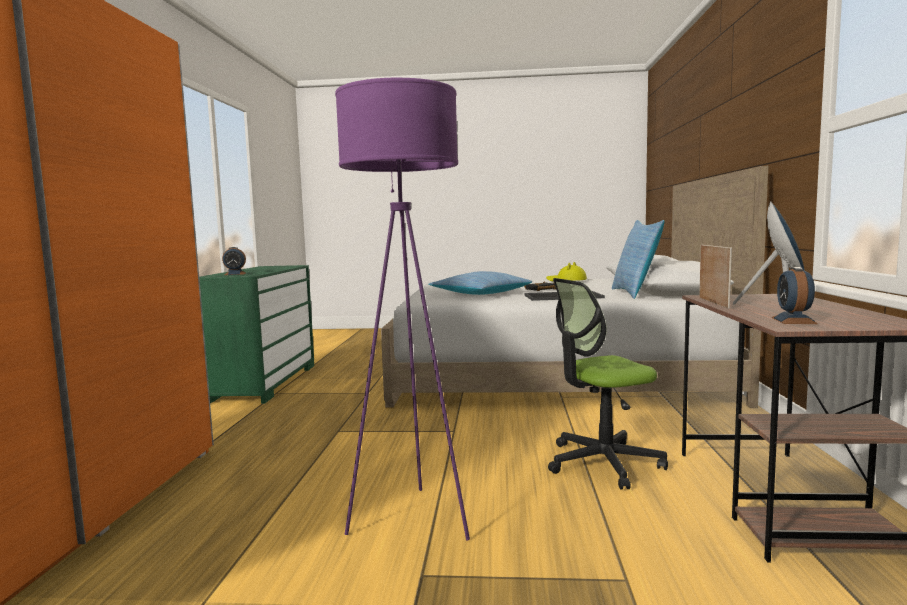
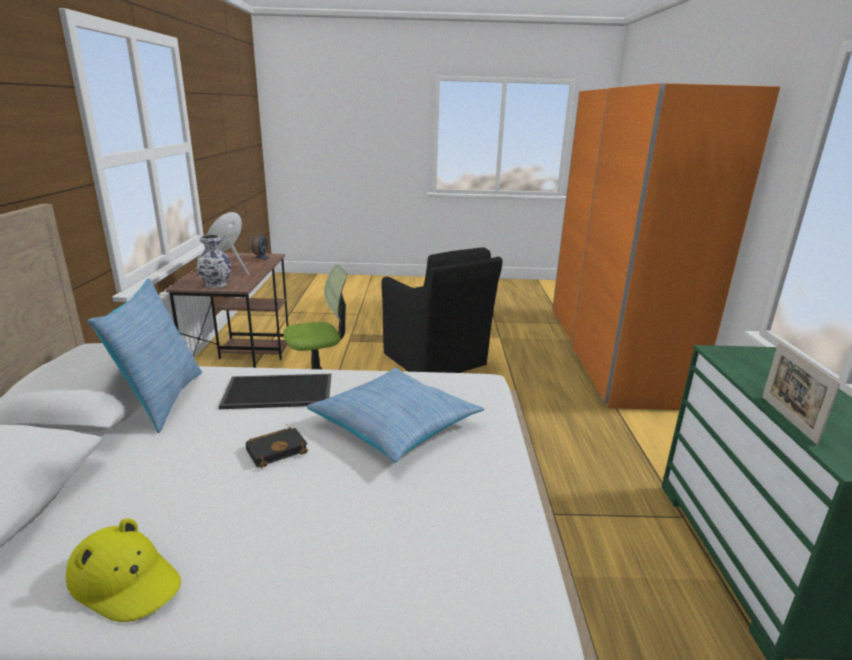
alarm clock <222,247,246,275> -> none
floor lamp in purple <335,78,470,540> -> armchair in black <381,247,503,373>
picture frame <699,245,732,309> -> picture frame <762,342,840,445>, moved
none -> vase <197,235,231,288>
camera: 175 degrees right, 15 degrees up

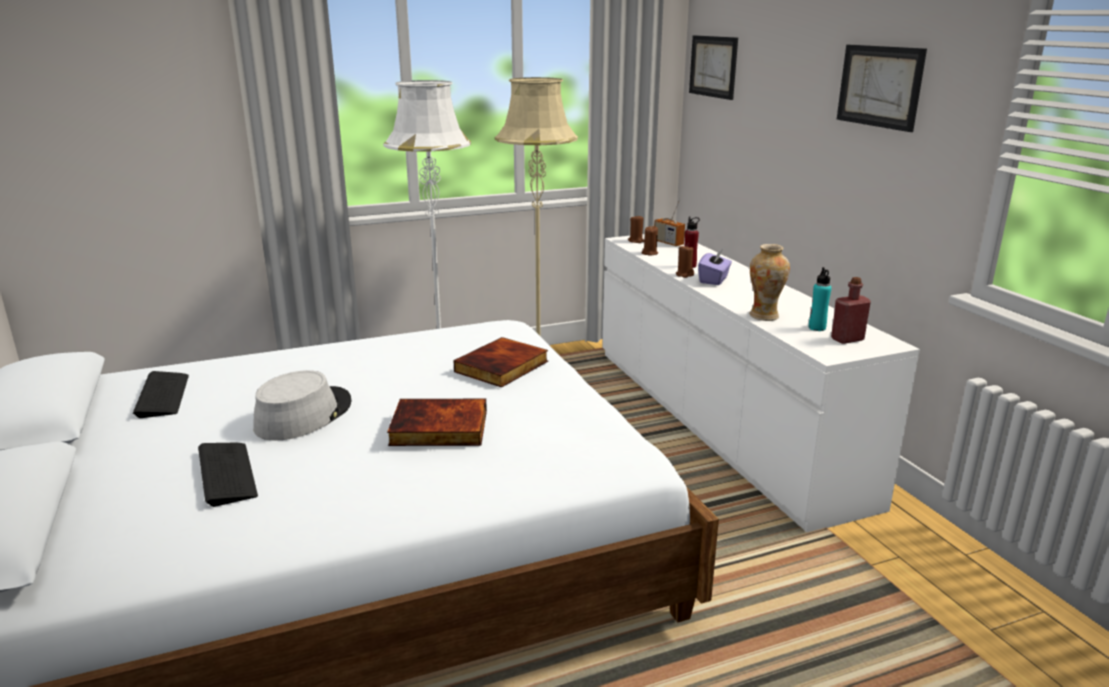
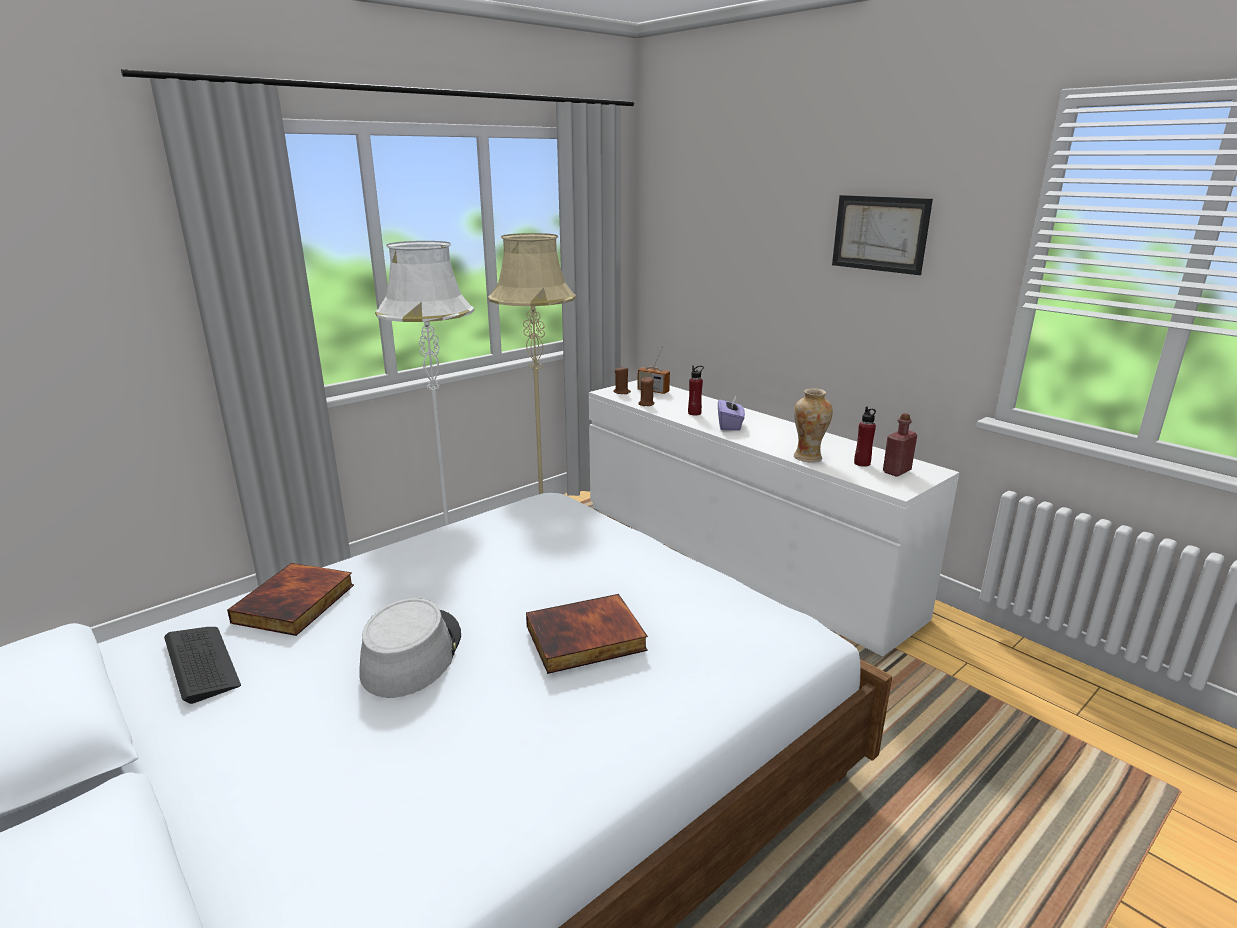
keyboard <198,443,258,507> -> none
book <453,337,548,387> -> book <227,563,354,636>, moved
candle in brown <676,245,694,278> -> none
picture <689,35,738,100> -> none
bottle in turquoise <809,267,831,331> -> bottle in red <854,406,876,467>
camera: 20 degrees left, 0 degrees up

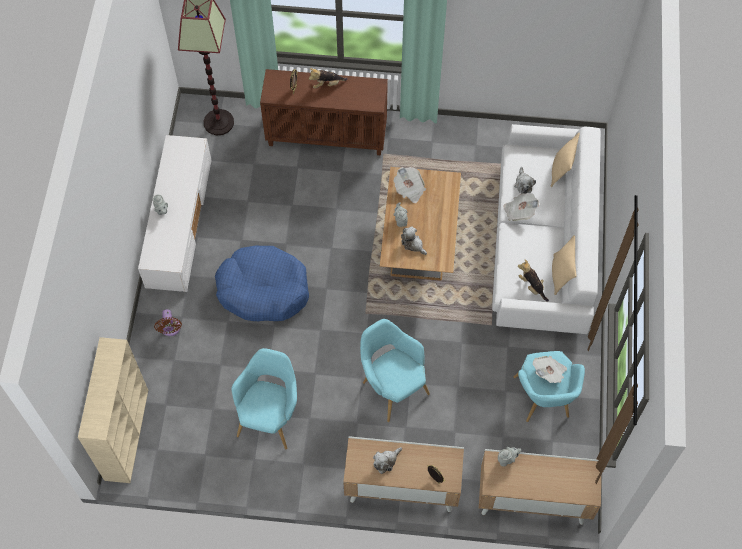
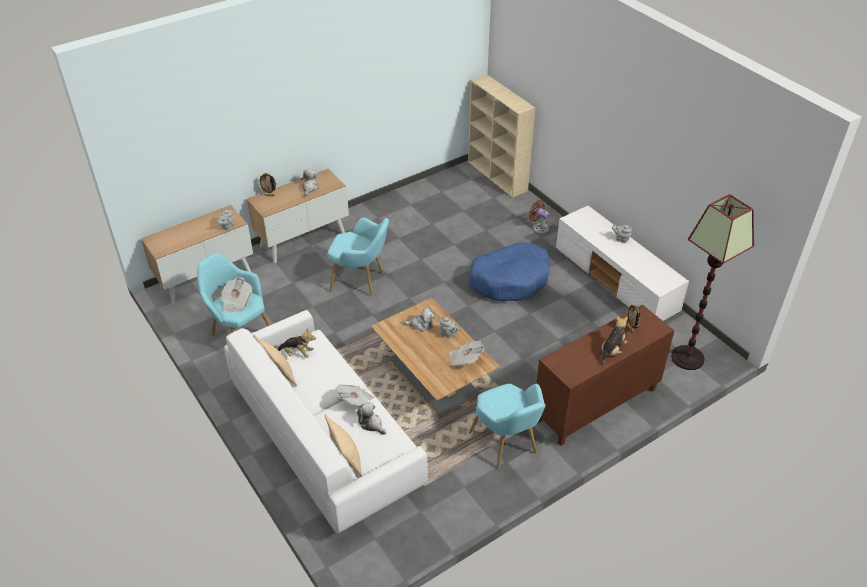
armchair in turquoise <231,348,297,449> -> armchair in turquoise <469,383,545,468>, moved
camera: 140 degrees right, 20 degrees down

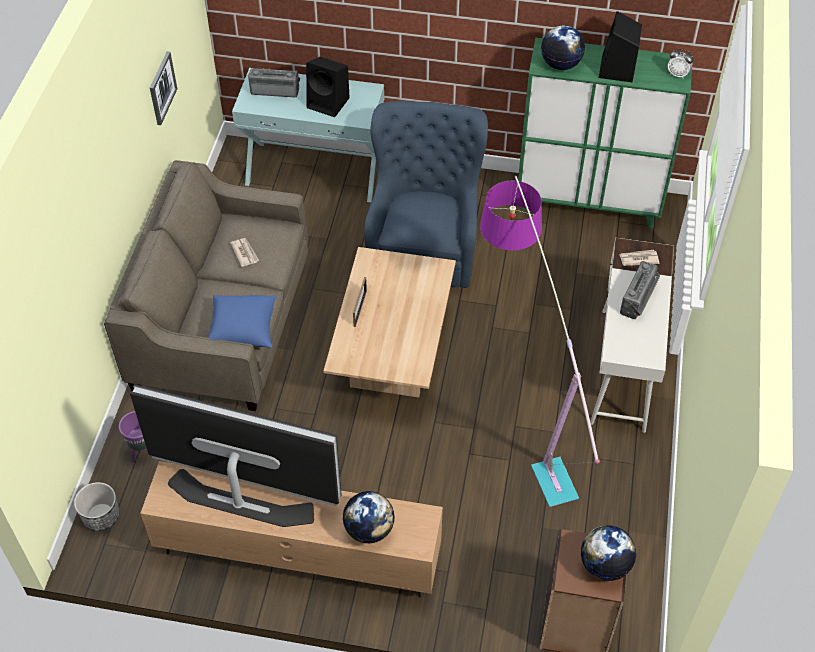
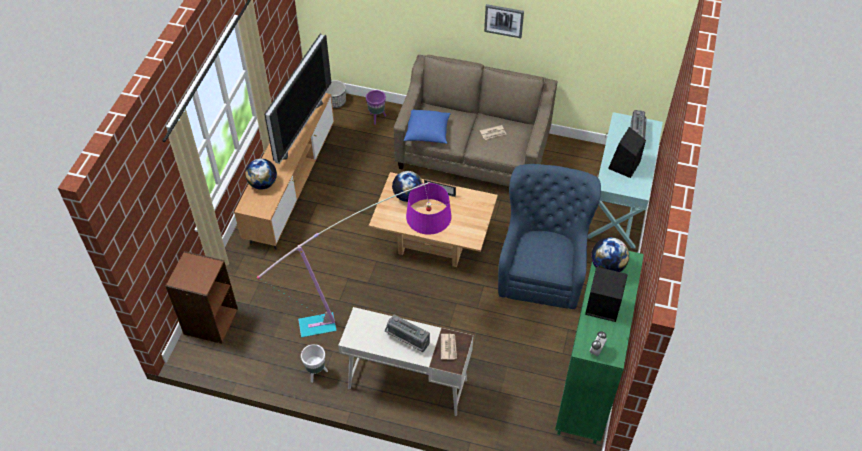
picture <150,51,177,125> -> picture <484,4,524,38>, moved
armchair in blue <364,101,488,288> -> armchair in blue <498,164,601,309>, 90 degrees counterclockwise
globe <581,525,636,581> -> globe <392,171,423,202>, moved
none -> planter in white <301,344,328,383>
camera: 95 degrees right, 0 degrees up

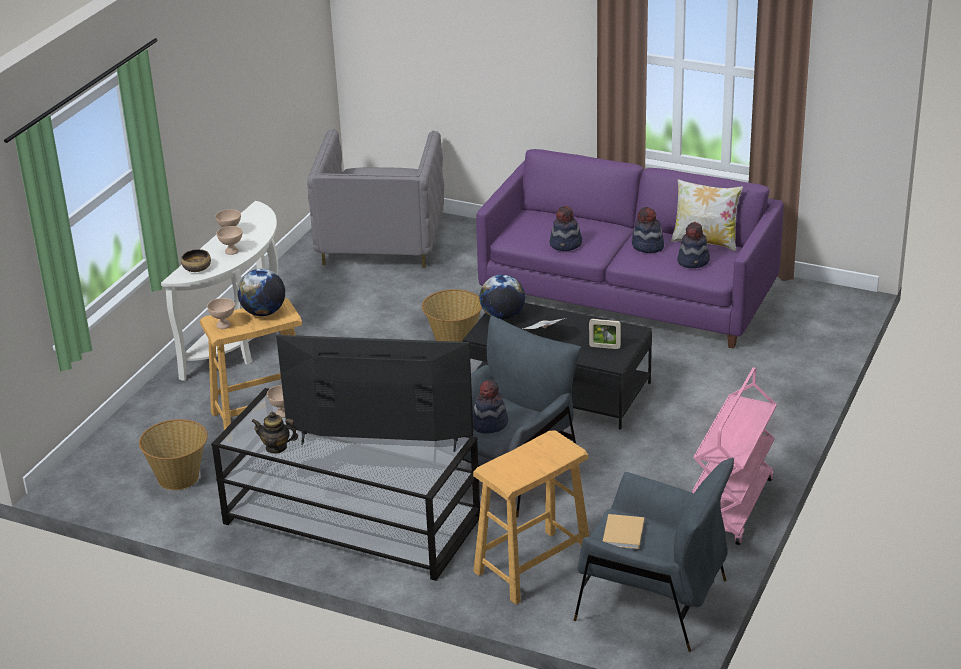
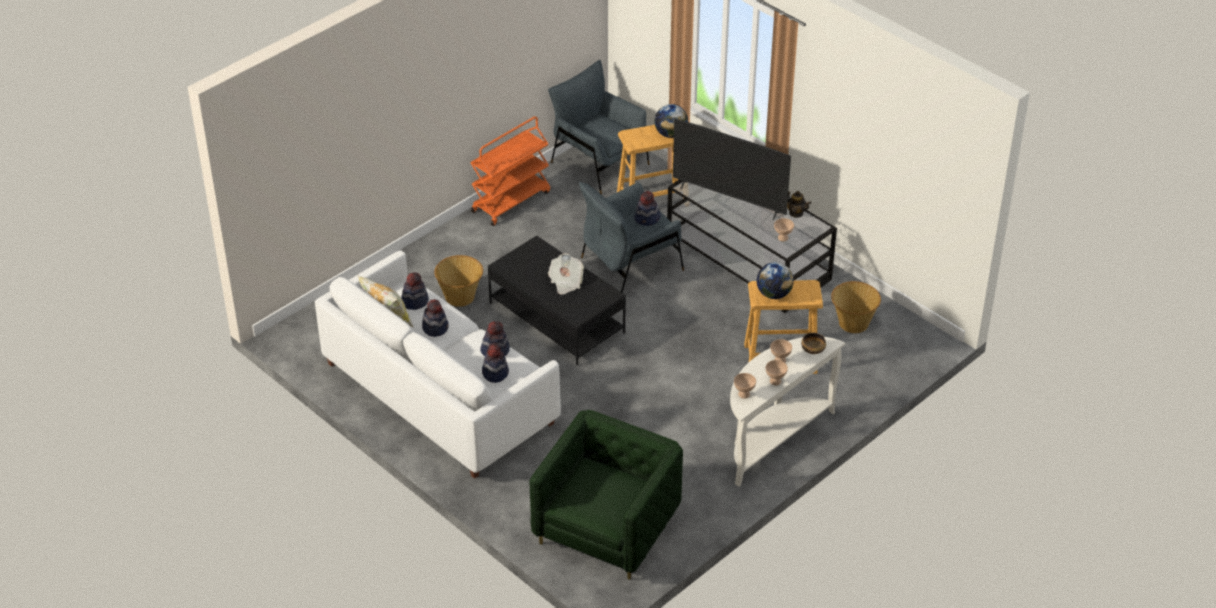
bowl in beige <207,298,235,329> -> bowl in beige <734,373,756,399>, moved
armchair in grey <307,129,444,268> -> armchair in green <529,410,683,580>
basket <422,289,482,342> -> basket <434,255,483,307>, moved
sofa in purple <476,149,784,349> -> sofa in white <315,250,561,479>
globe <480,275,525,320> -> globe <654,104,688,138>, moved
picture frame <589,319,621,349> -> none
book in beige <603,514,644,549> -> none
cart in pink <692,367,777,545> -> cart in orange <471,116,550,226>
none -> hat <482,343,509,383>
camera: 160 degrees left, 10 degrees up

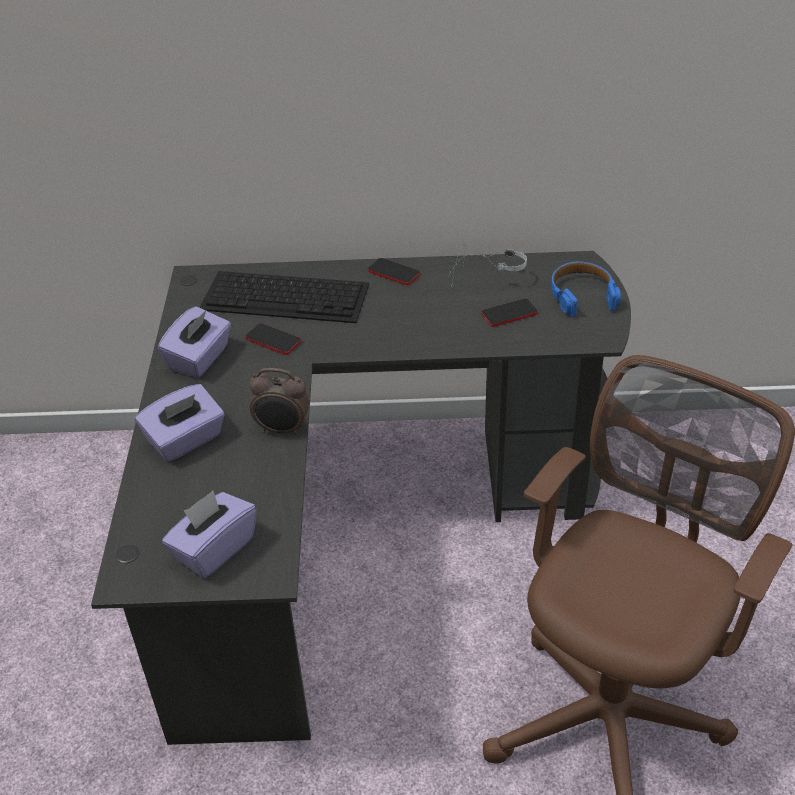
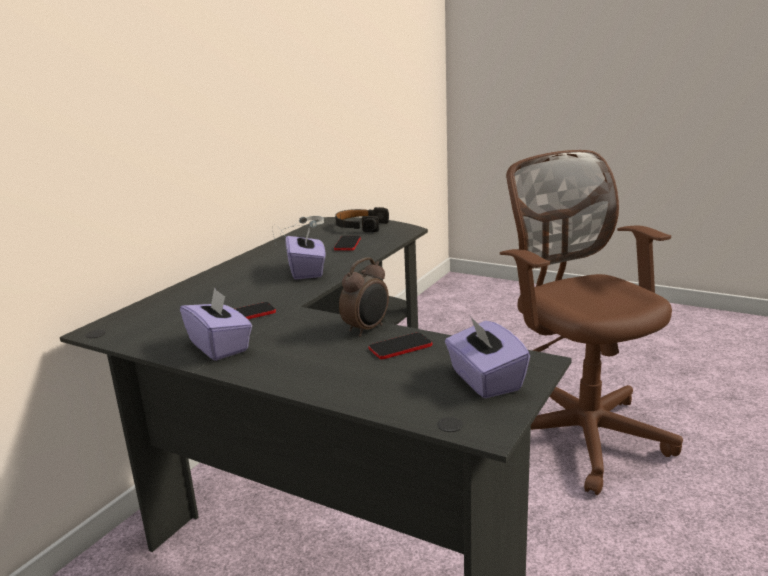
tissue box in purple <135,384,224,462> -> tissue box in purple <285,228,326,280>, moved
keyboard <199,271,369,323> -> none
phone <368,258,421,285> -> phone <369,332,432,359>, moved
headphones in blue <551,262,621,317> -> headphones in black <335,207,389,232>
camera: 60 degrees left, 20 degrees down

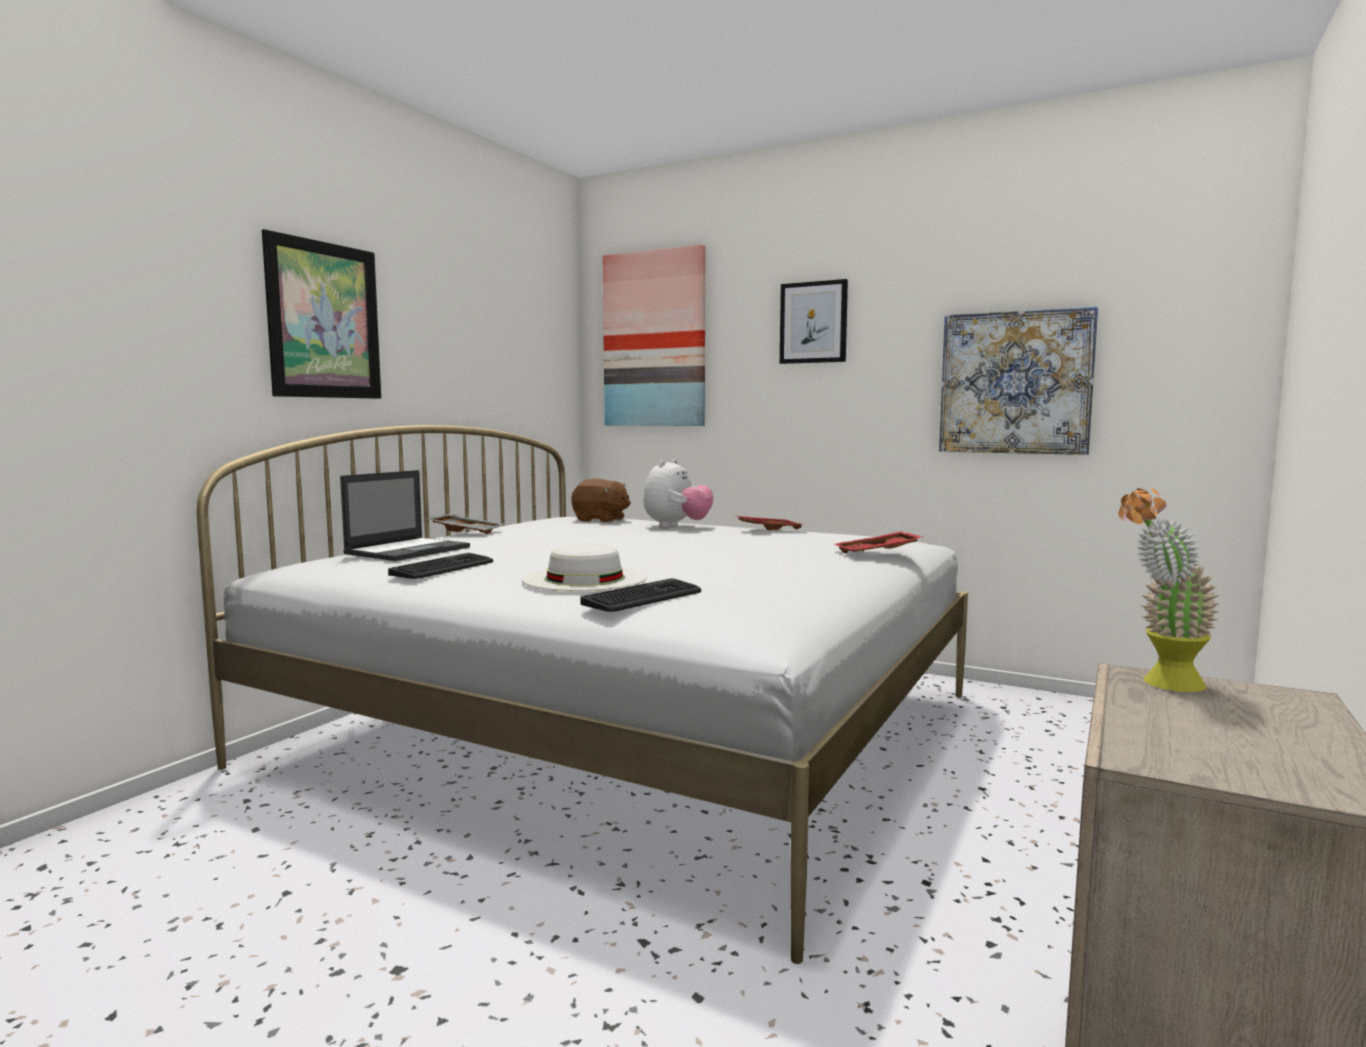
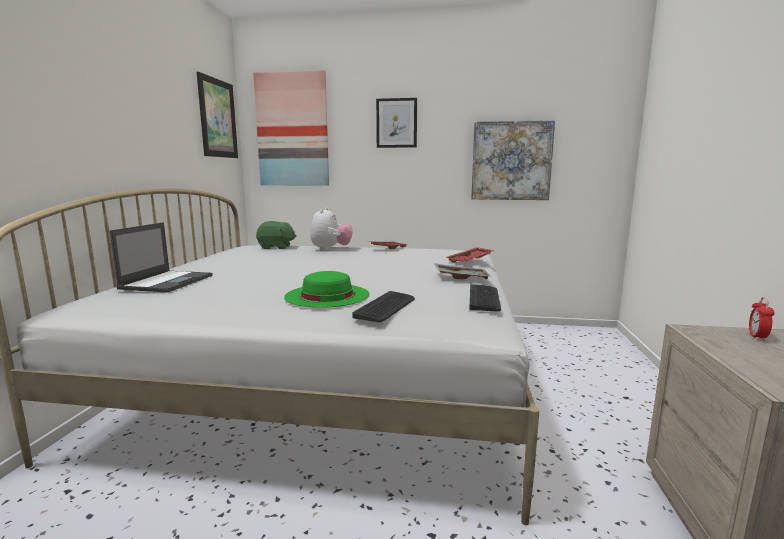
picture <262,229,381,399> -> picture <197,72,238,158>, moved
keyboard <388,553,493,579> -> keyboard <469,284,501,311>, moved
tray in grey <427,514,503,534> -> tray in grey <434,263,492,279>, moved
hat in white <522,543,647,591> -> hat in green <284,271,369,308>
plush toy in brown <571,479,631,523> -> plush toy in green <256,221,297,249>
potted plant <1119,488,1221,692> -> none
none -> alarm clock <749,297,774,341>
camera: 20 degrees left, 5 degrees up

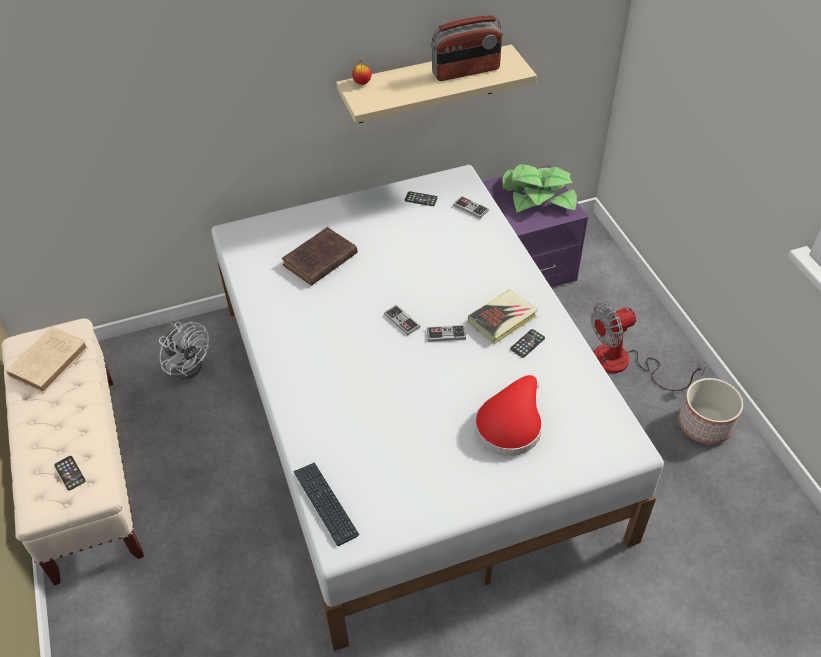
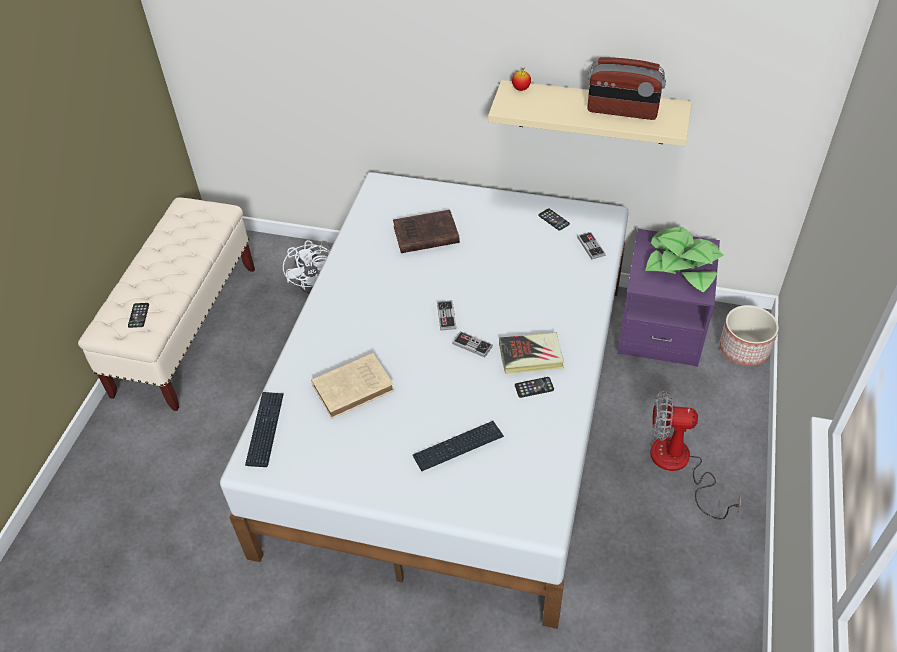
book in beige <6,326,89,393> -> book in beige <311,353,394,419>, moved
hat in red <475,375,542,456> -> keyboard <413,421,504,471>
planter <679,378,743,444> -> planter <719,305,779,366>, moved
camera: 35 degrees right, 0 degrees up

